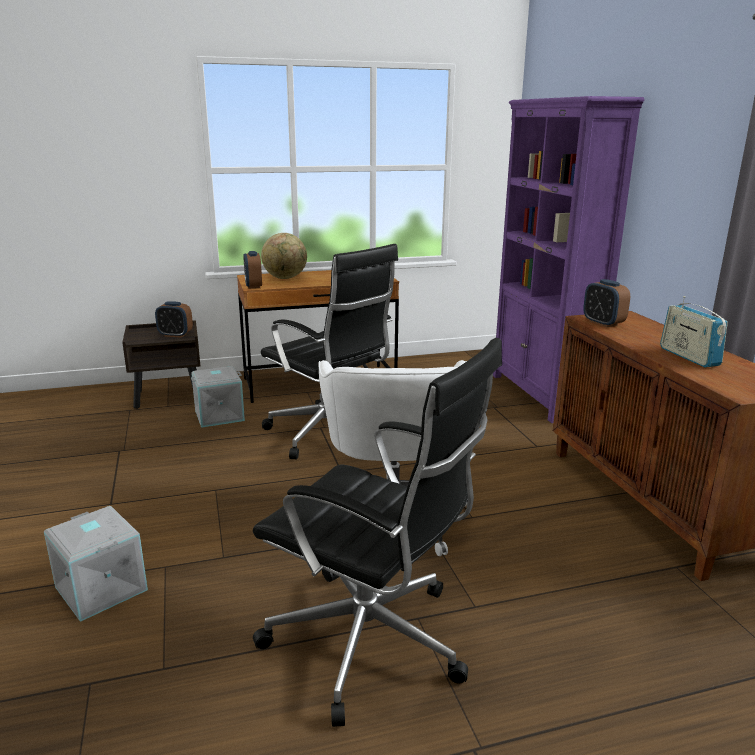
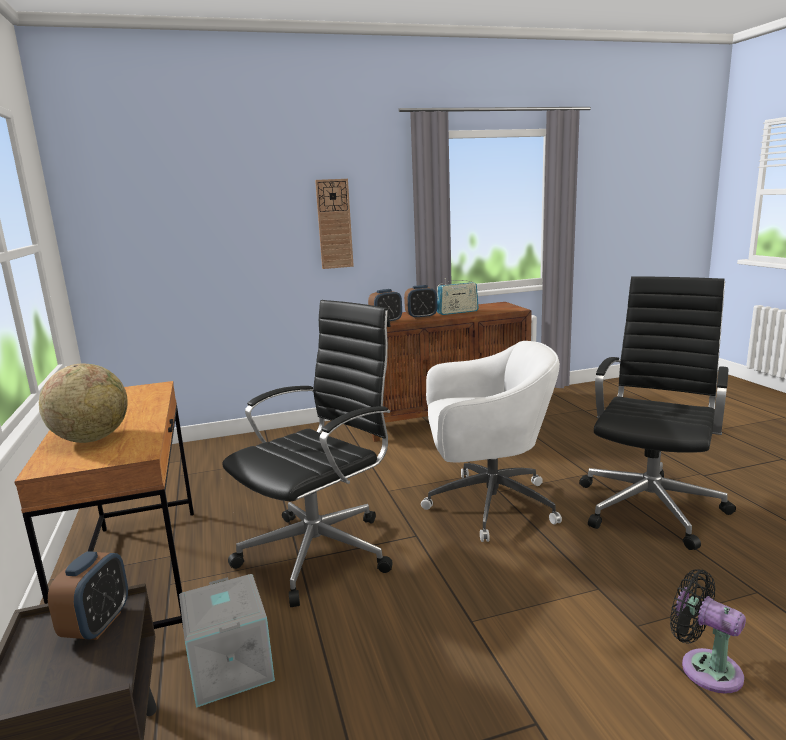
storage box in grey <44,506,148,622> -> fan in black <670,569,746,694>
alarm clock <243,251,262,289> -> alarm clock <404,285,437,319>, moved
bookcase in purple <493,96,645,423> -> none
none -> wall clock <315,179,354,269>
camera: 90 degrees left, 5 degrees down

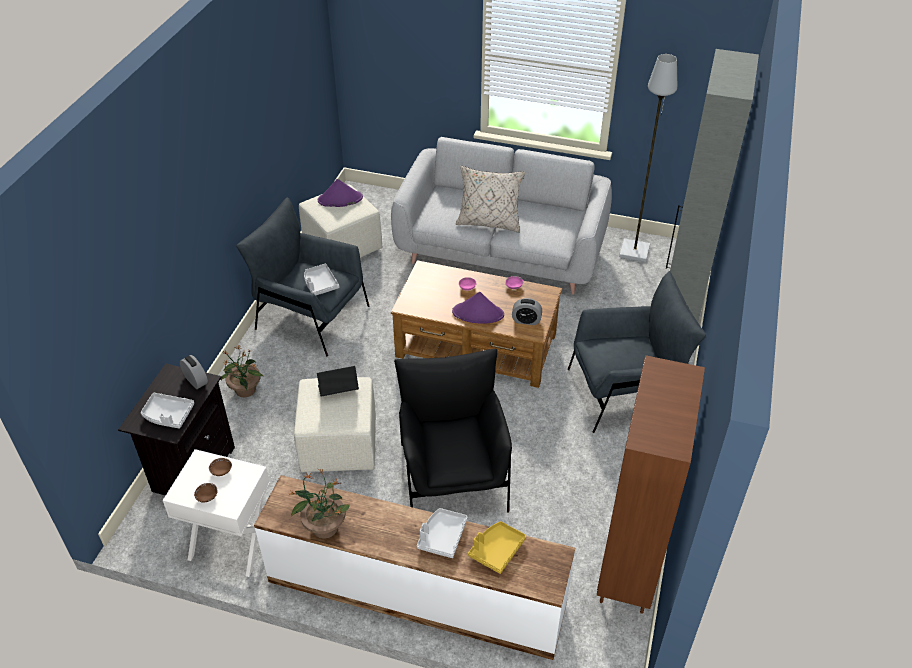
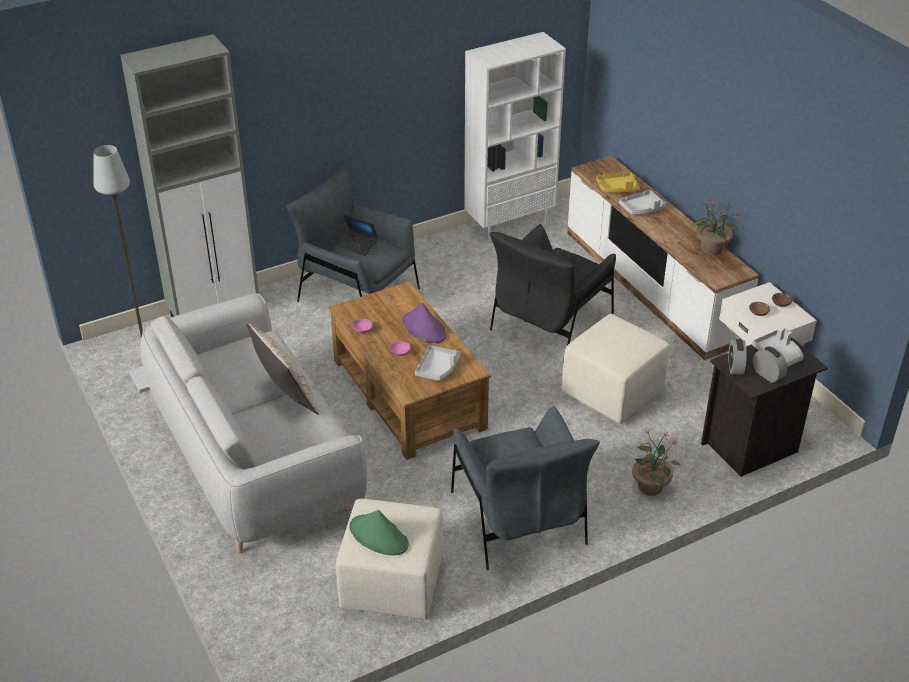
tray in grey <304,264,339,295> -> tray in grey <415,345,460,381>, moved
laptop <317,366,359,397> -> laptop <338,215,379,256>, moved
hat in purple <318,179,363,207> -> hat in green <349,510,409,556>
alarm clock <512,298,542,325> -> alarm clock <753,346,788,383>, moved
bookcase in brown <597,355,705,614> -> bookcase in white <464,32,566,243>
camera: 135 degrees left, 5 degrees down

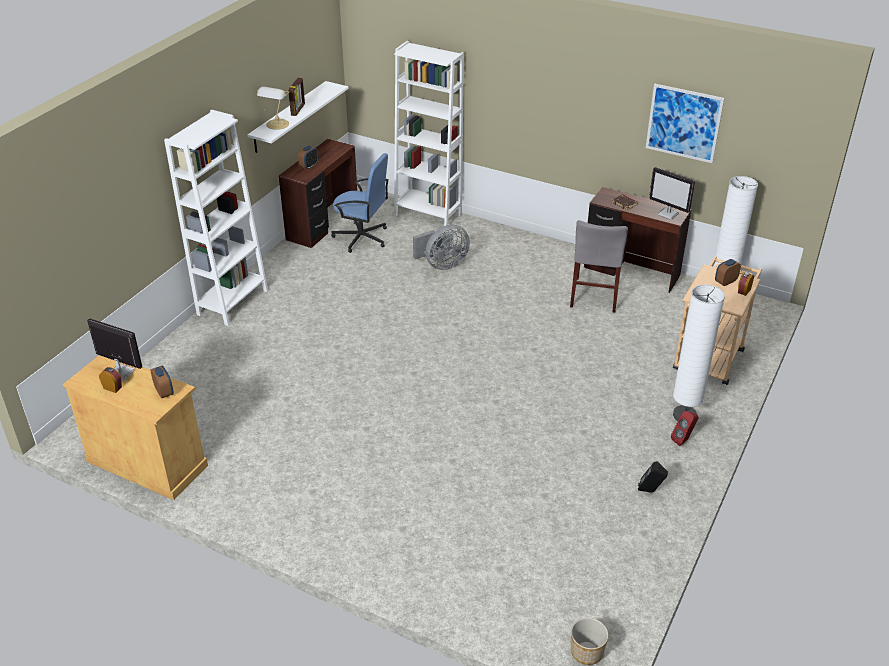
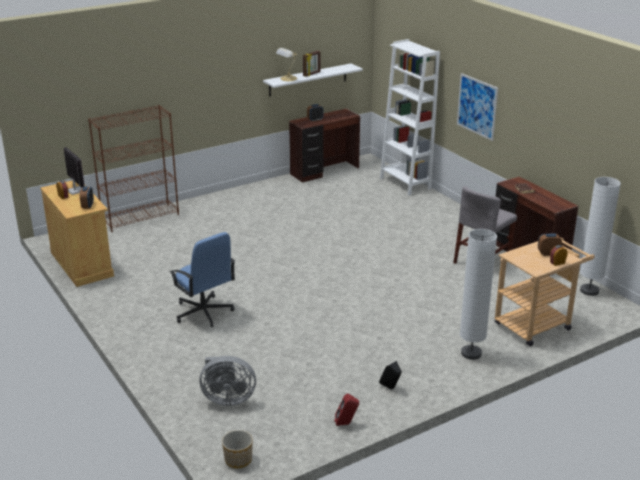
bookcase in white <164,110,268,326> -> none
office chair in blue <331,153,389,253> -> office chair in blue <170,232,235,327>, moved
fan in grey <413,225,470,270> -> fan in grey <199,356,256,406>, moved
picture <646,84,724,163> -> picture <457,73,498,141>, moved
monitor <649,167,695,220> -> none
speaker in red <671,411,698,446> -> speaker in red <334,394,359,426>, moved
none -> bookcase in brown <88,105,179,232>
camera: 30 degrees right, 10 degrees down

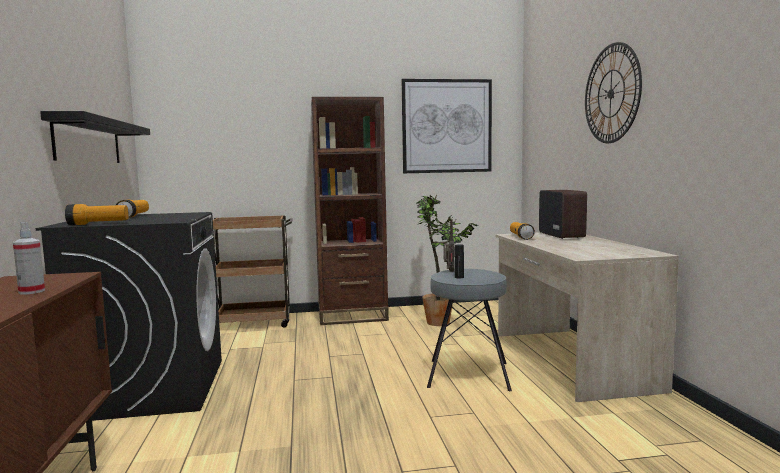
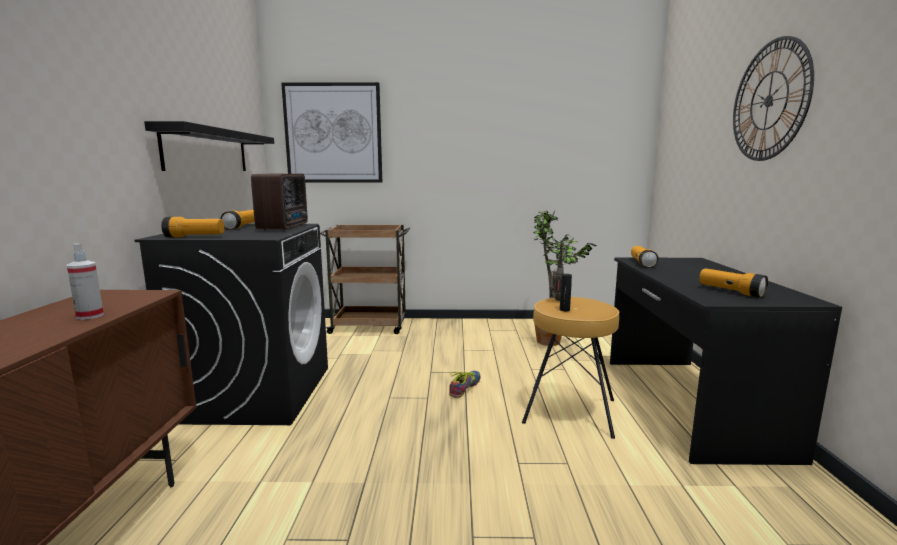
bookcase in brown <311,97,389,325> -> none
picture <402,79,492,173> -> picture <281,82,382,182>, moved
stool in grey <427,269,512,391> -> stool in brown <522,297,619,439>
desk in beige <496,232,679,402> -> desk in black <610,257,842,465>
radio <539,190,587,239> -> radio <251,174,308,230>, moved
none -> shoe <449,371,481,398>
none -> flashlight <699,268,768,298>
camera: 10 degrees right, 5 degrees up

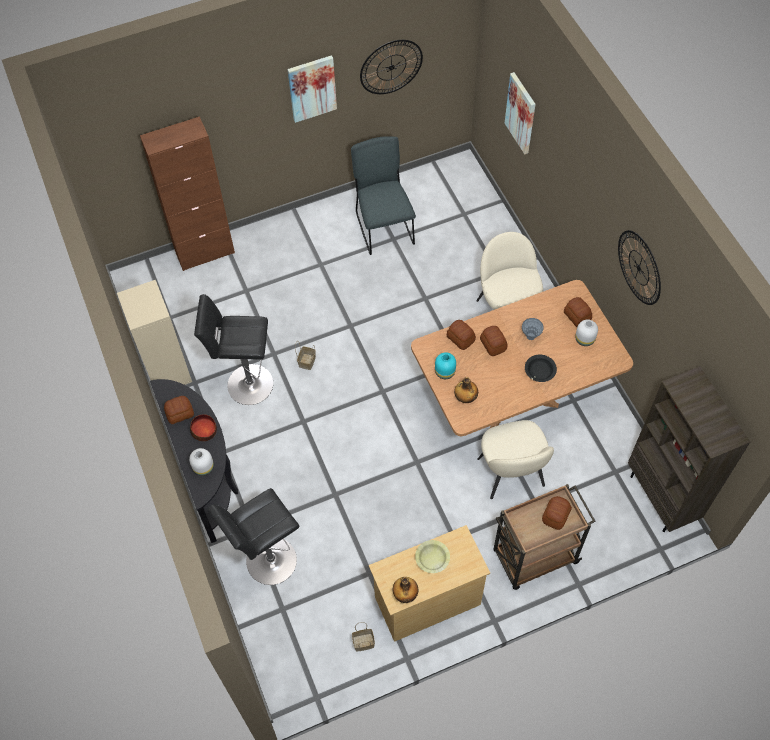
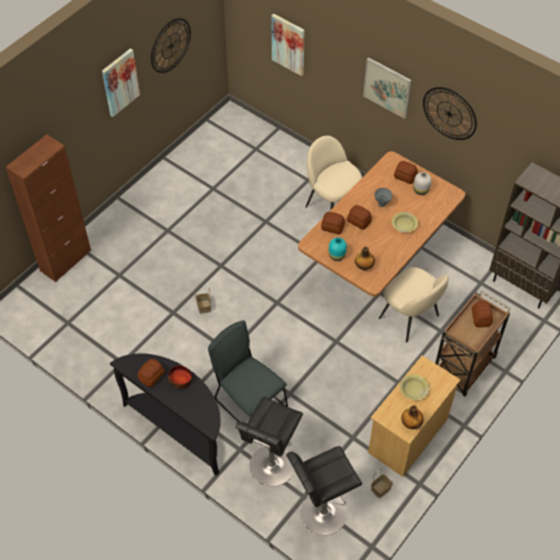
bookcase in beige <117,280,192,385> -> none
vase in white <189,448,214,476> -> none
stool in black <194,294,273,405> -> stool in black <286,446,362,535>, moved
chair in grey <351,136,416,255> -> chair in grey <208,320,288,422>, moved
bowl in black <525,354,557,382> -> bowl in yellow <392,212,418,233>
none -> picture <363,57,412,119>
camera: 30 degrees left, 5 degrees down

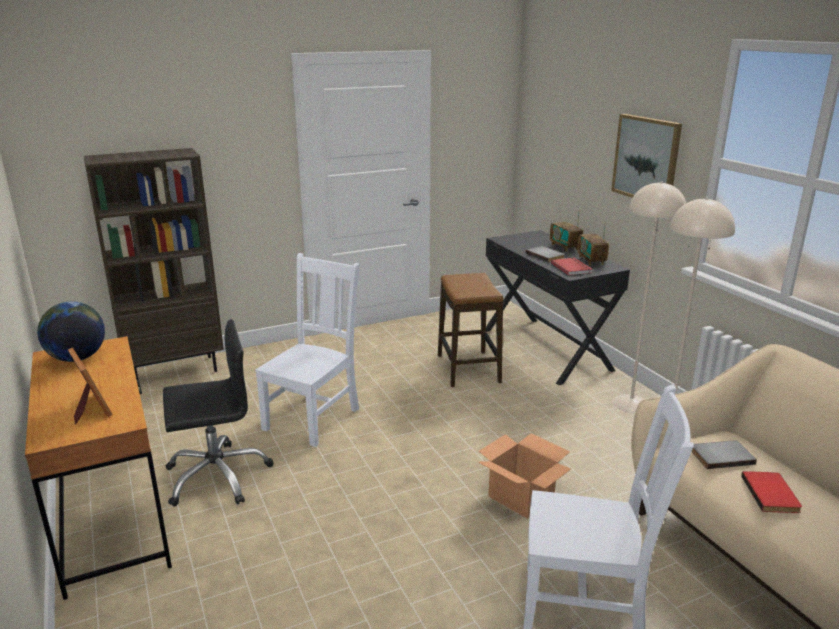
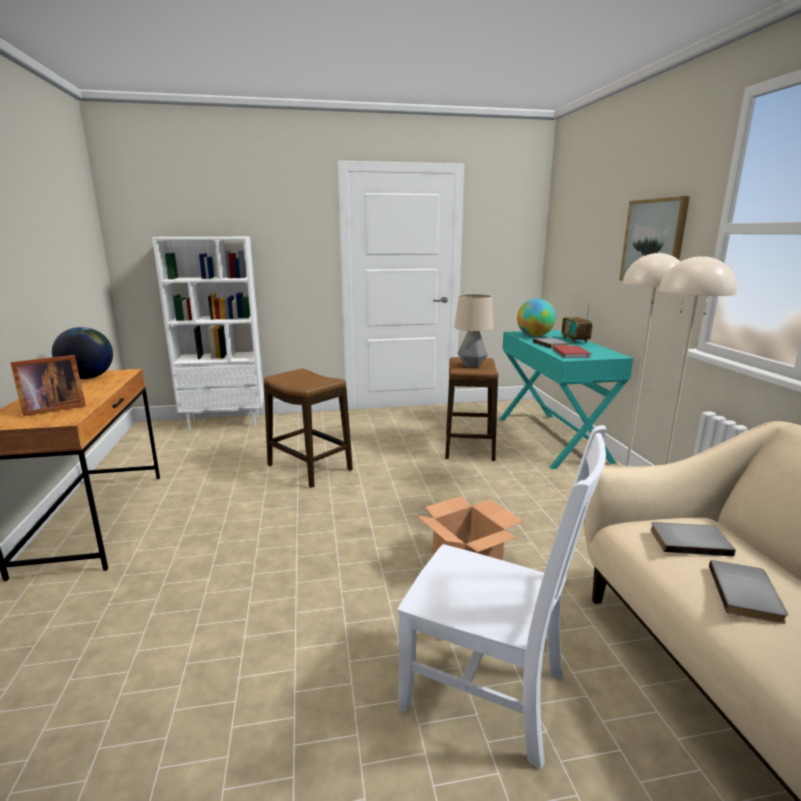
picture frame <68,348,113,424> -> picture frame <10,355,86,416>, 75 degrees clockwise
bookcase in brown <84,148,224,387> -> bookcase in white <152,237,264,431>
office chair in black <163,319,273,507> -> none
chair in white <255,253,360,447> -> stool <264,369,353,488>
desk in black <486,230,630,385> -> desk in turquoise <499,330,633,469>
radio <577,222,609,266> -> none
book in red <741,471,802,513> -> book in grey <709,560,788,624>
none -> table lamp <454,294,493,367>
none -> globe <517,299,556,337>
camera: 15 degrees right, 5 degrees down

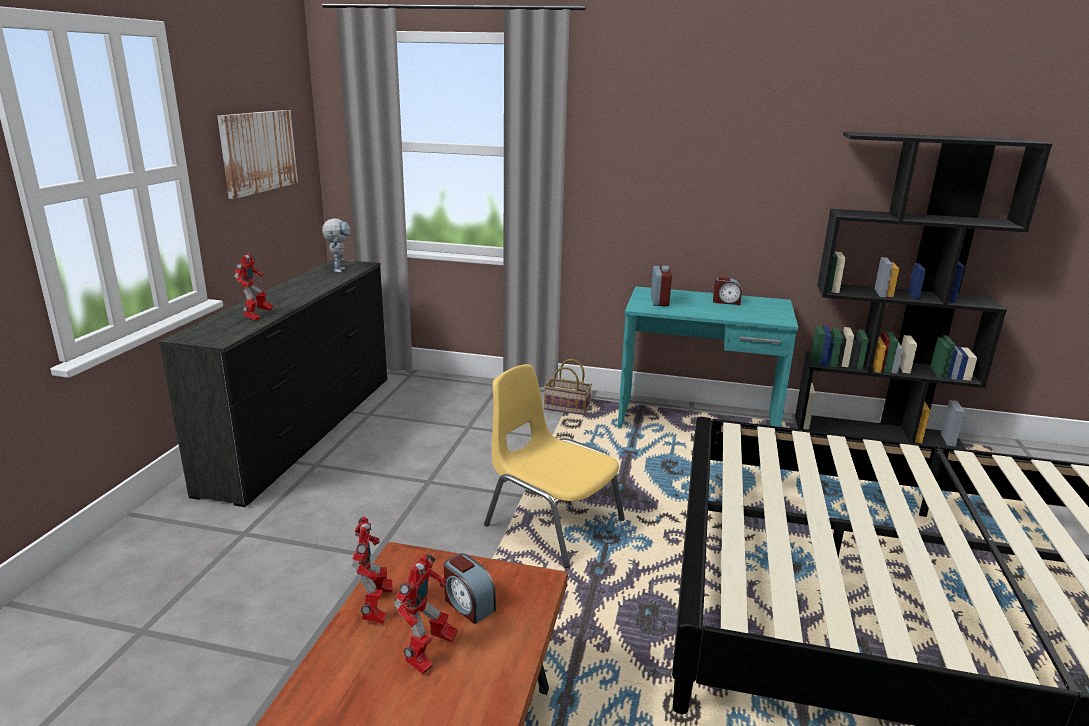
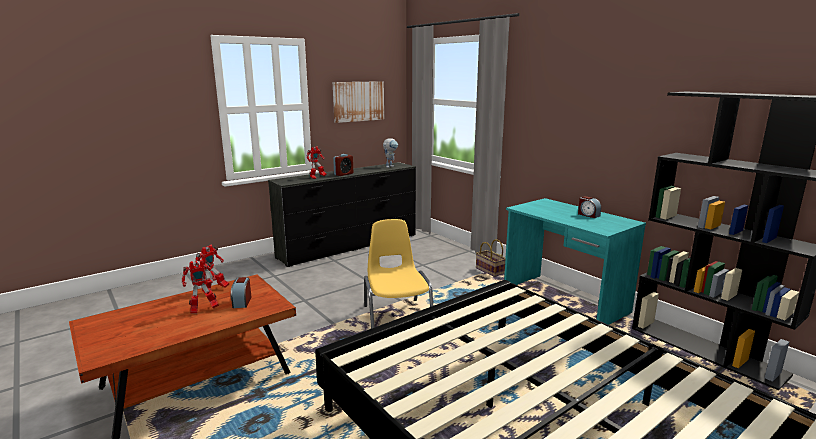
alarm clock <651,266,672,306> -> alarm clock <333,154,353,176>, moved
camera: 40 degrees right, 5 degrees down

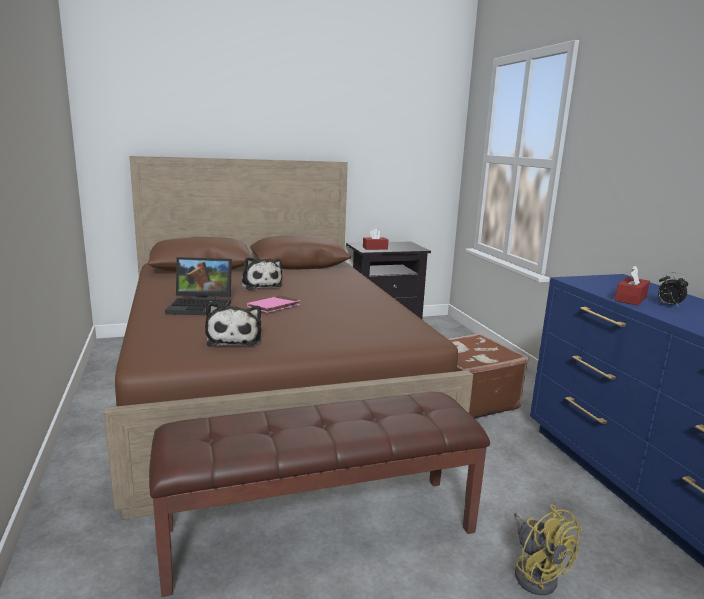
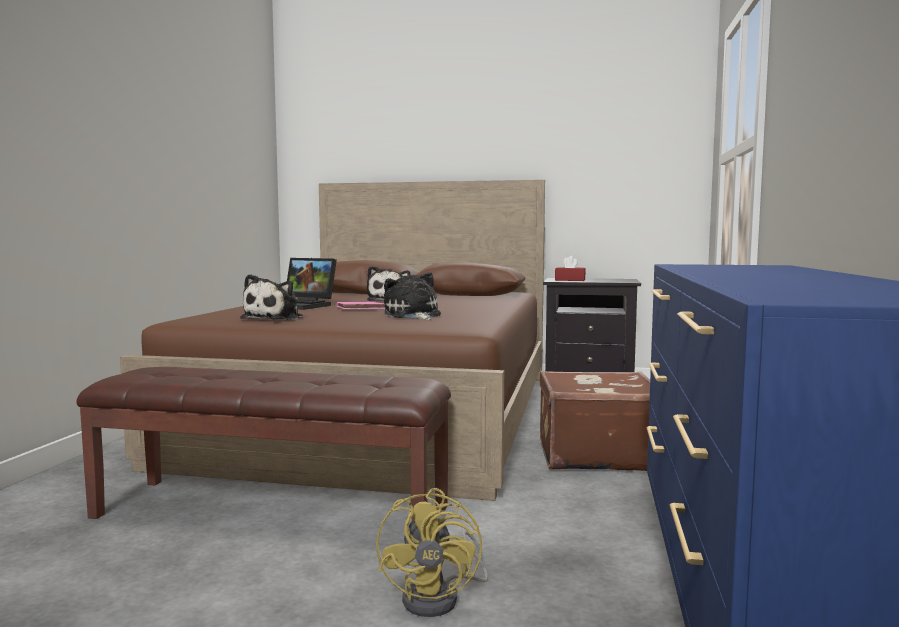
tissue box in red <615,265,650,305> -> none
alarm clock <658,272,688,308> -> none
none -> plush toy <384,272,441,320>
camera: 30 degrees right, 10 degrees down

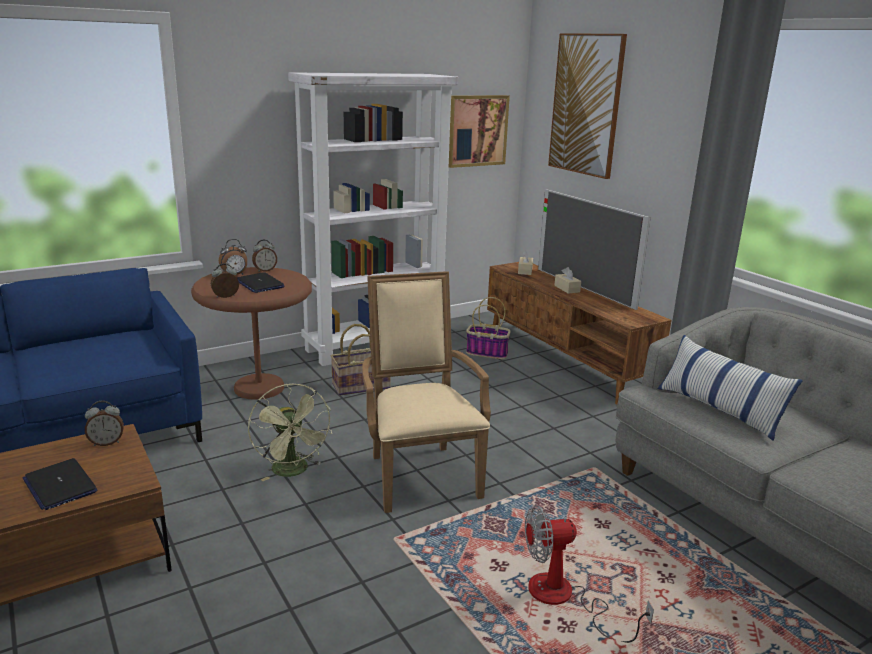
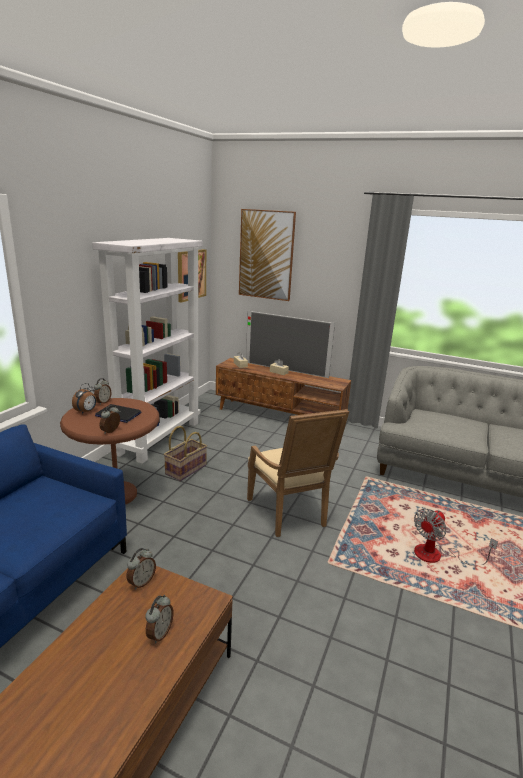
laptop <23,458,97,510> -> alarm clock <145,595,174,644>
fan in green <248,384,332,481> -> none
armchair in beige <362,271,491,513> -> armchair in beige <247,409,349,537>, 150 degrees counterclockwise
basket <466,297,511,359> -> none
pillow <658,335,803,441> -> none
camera: 35 degrees left, 0 degrees up

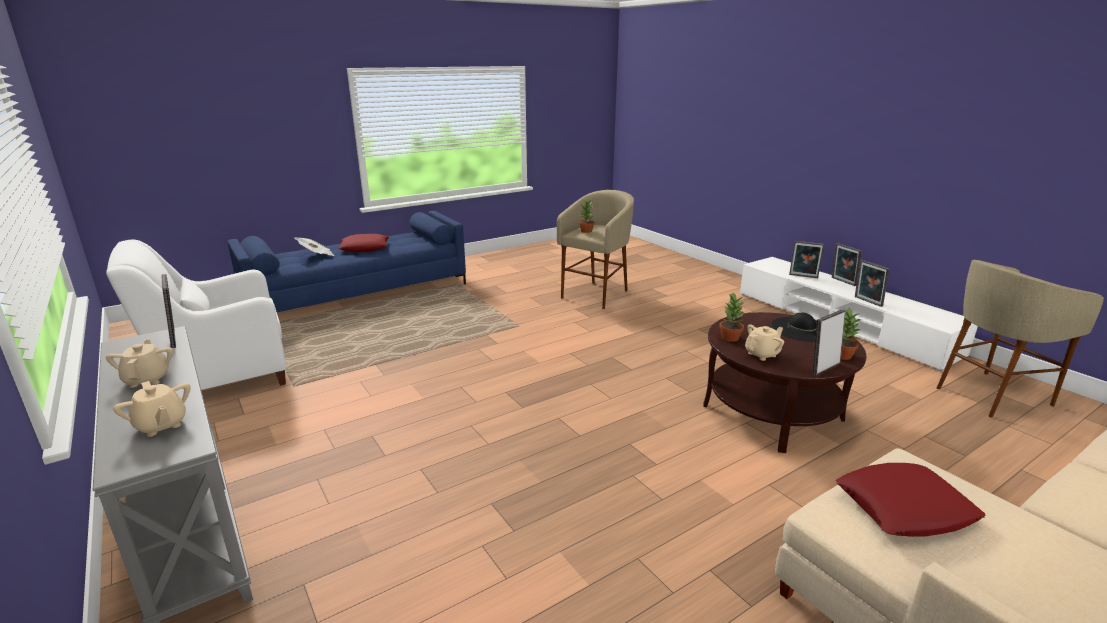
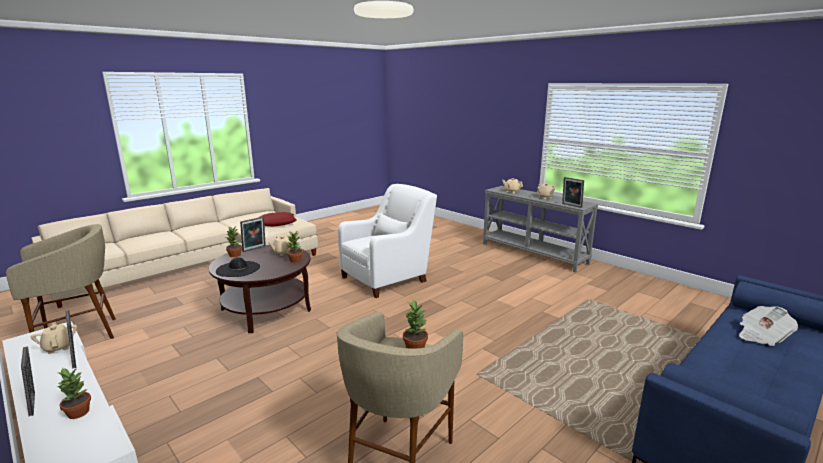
armchair in white <106,240,287,390> -> armchair in white <338,184,437,298>, moved
pillow in red <338,234,389,252> -> none
picture frame <789,241,824,278> -> potted plant <57,368,91,419>
none -> teapot in beige <31,322,77,354>
camera: 170 degrees right, 5 degrees down

